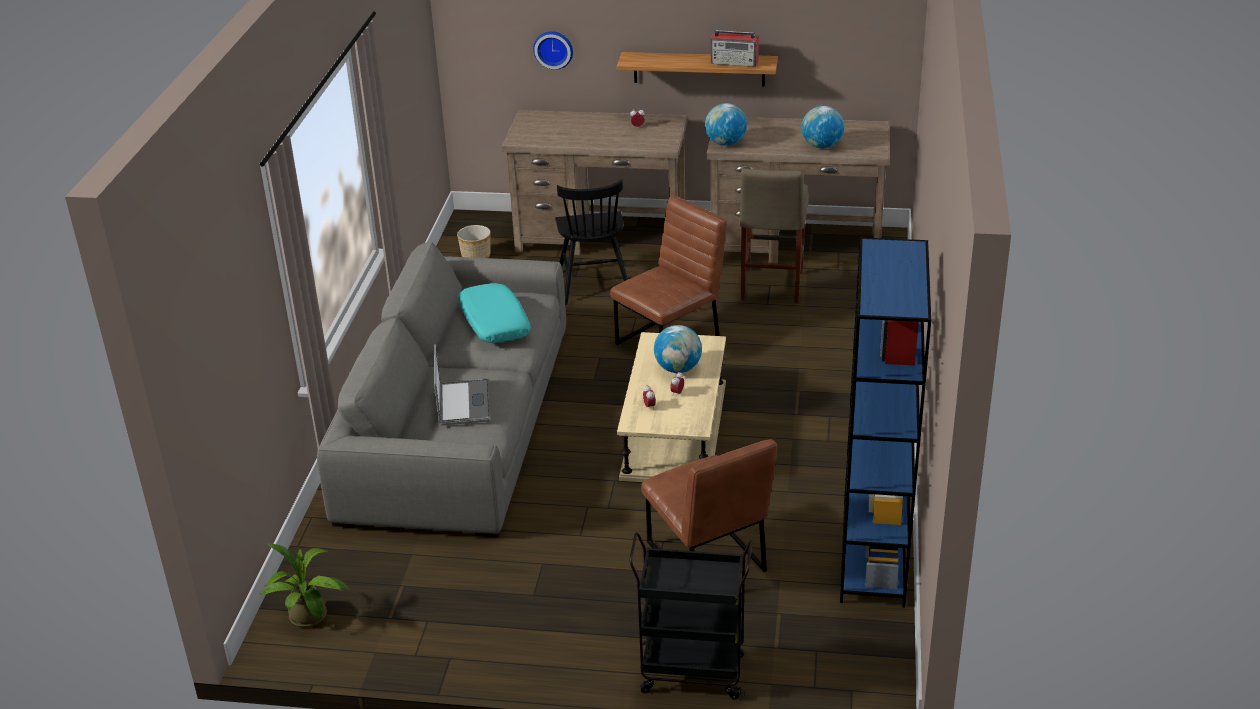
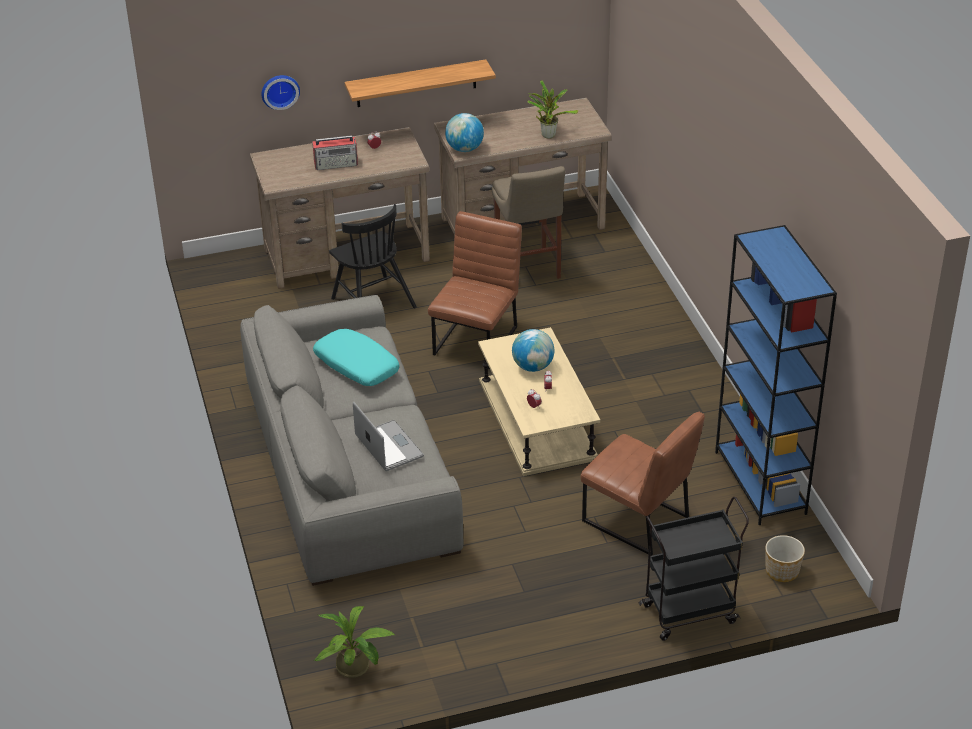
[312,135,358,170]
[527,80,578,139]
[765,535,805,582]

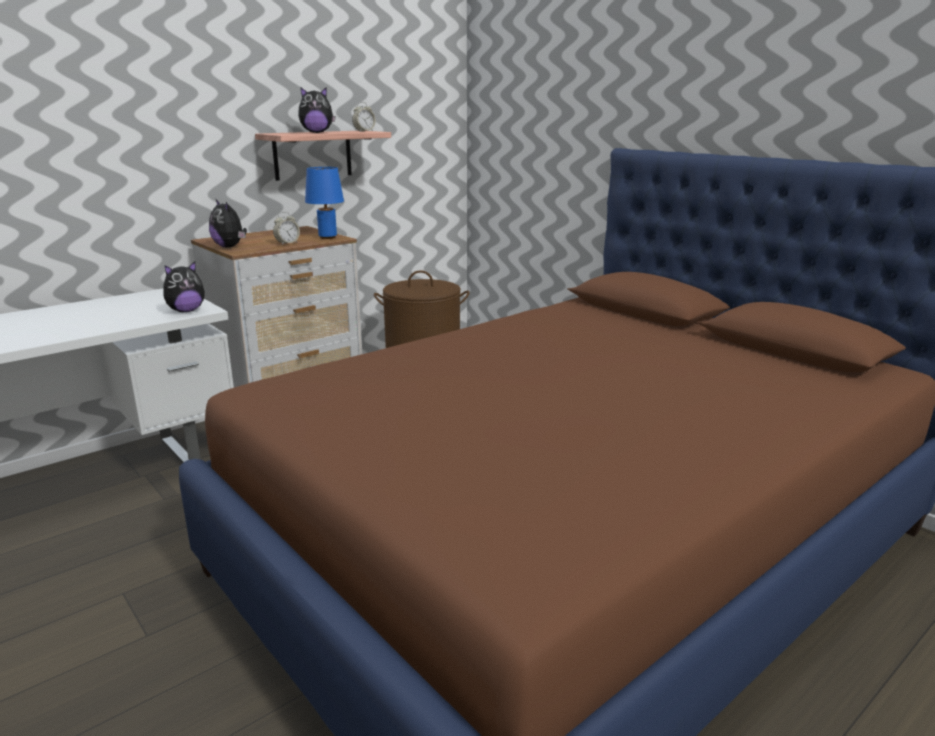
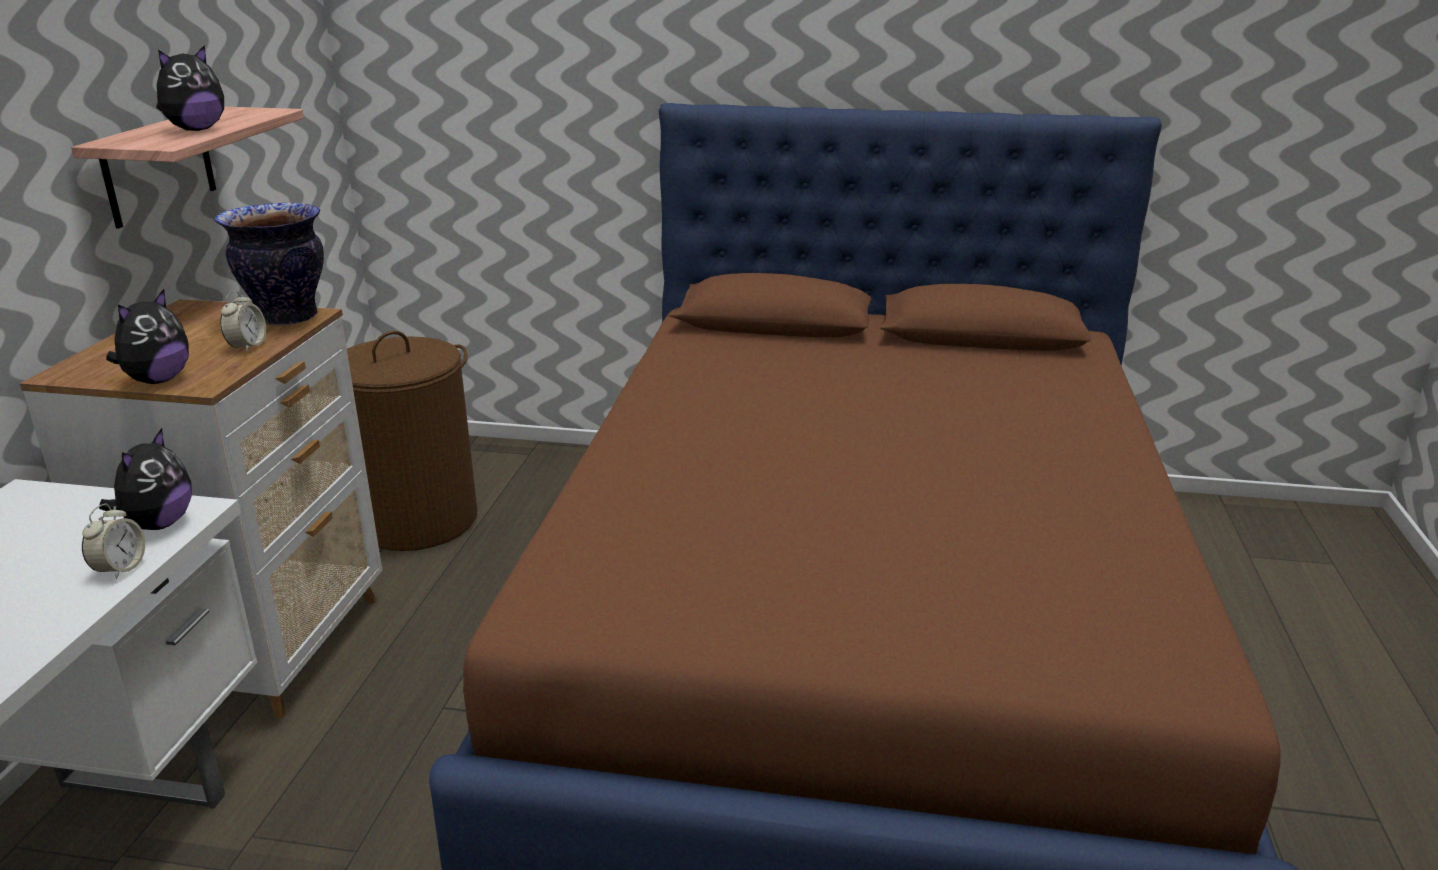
[82,503,145,580]
[106,289,189,384]
[214,203,324,326]

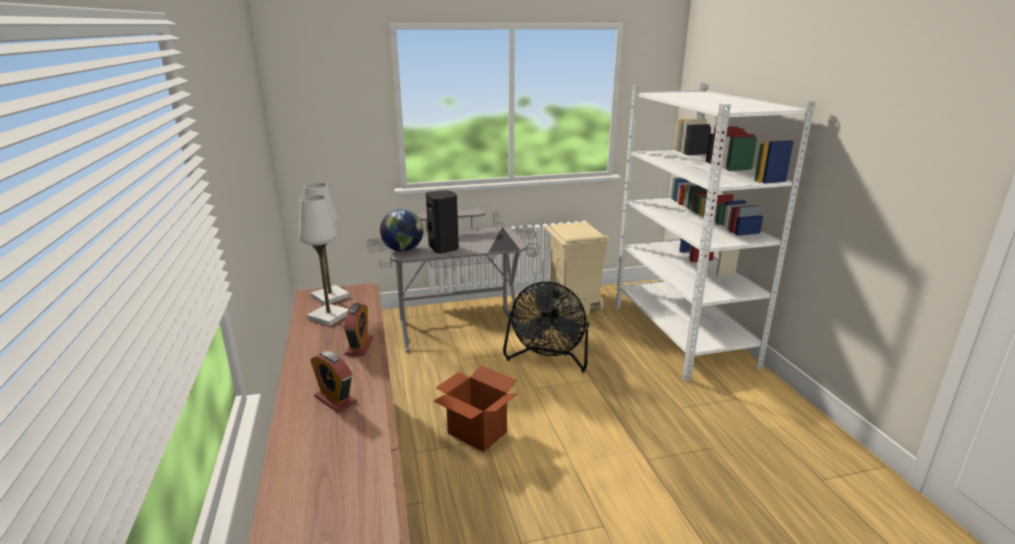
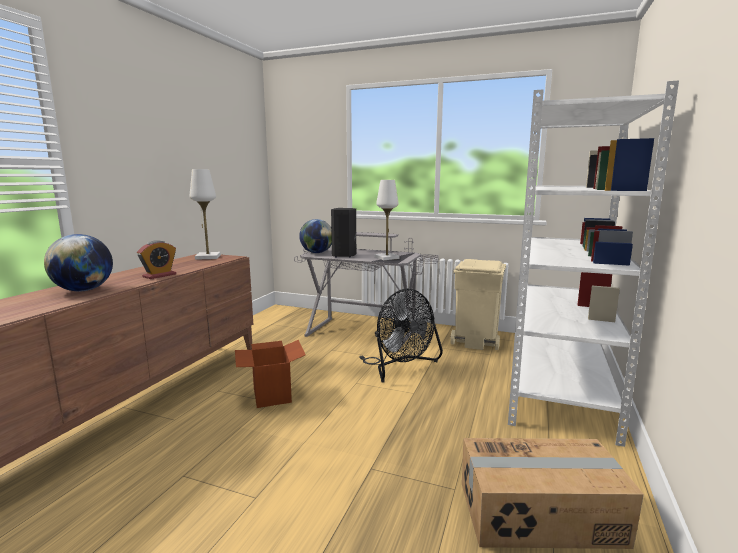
[44,234,113,291]
[360,289,443,383]
[375,180,400,260]
[462,438,644,549]

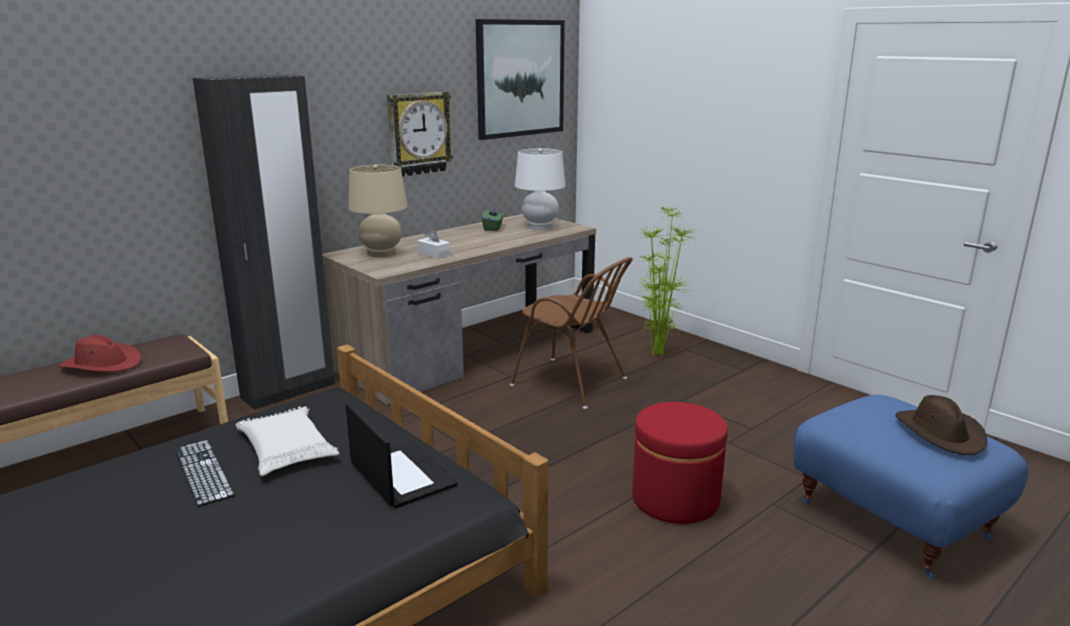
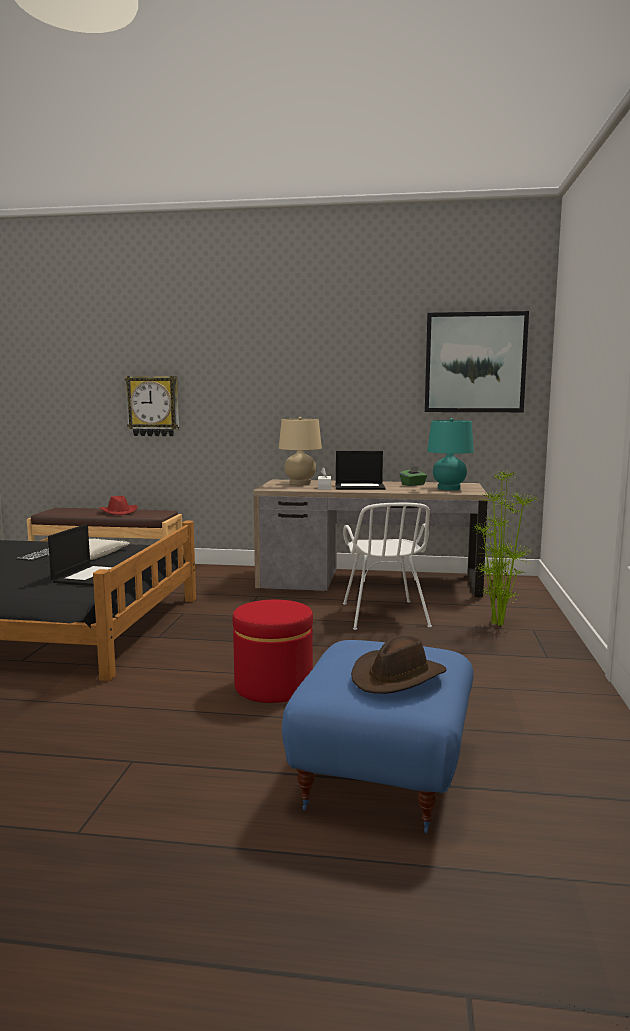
[125,376,179,436]
[335,451,385,490]
[343,502,432,630]
[427,418,474,490]
[193,74,335,410] (first image)

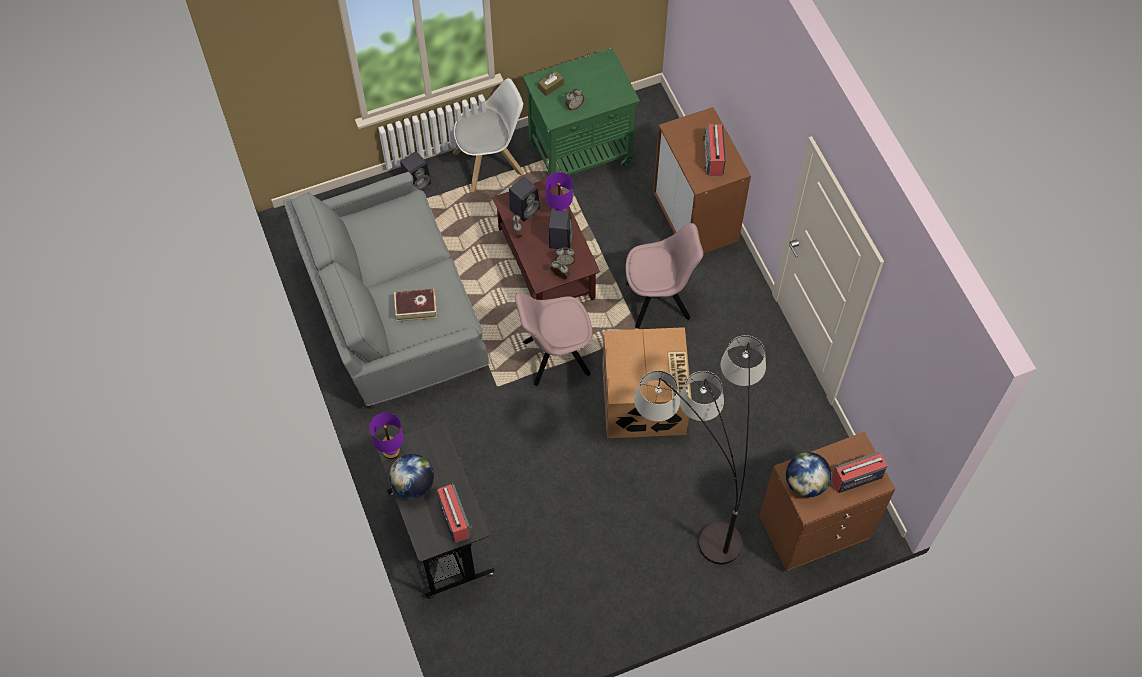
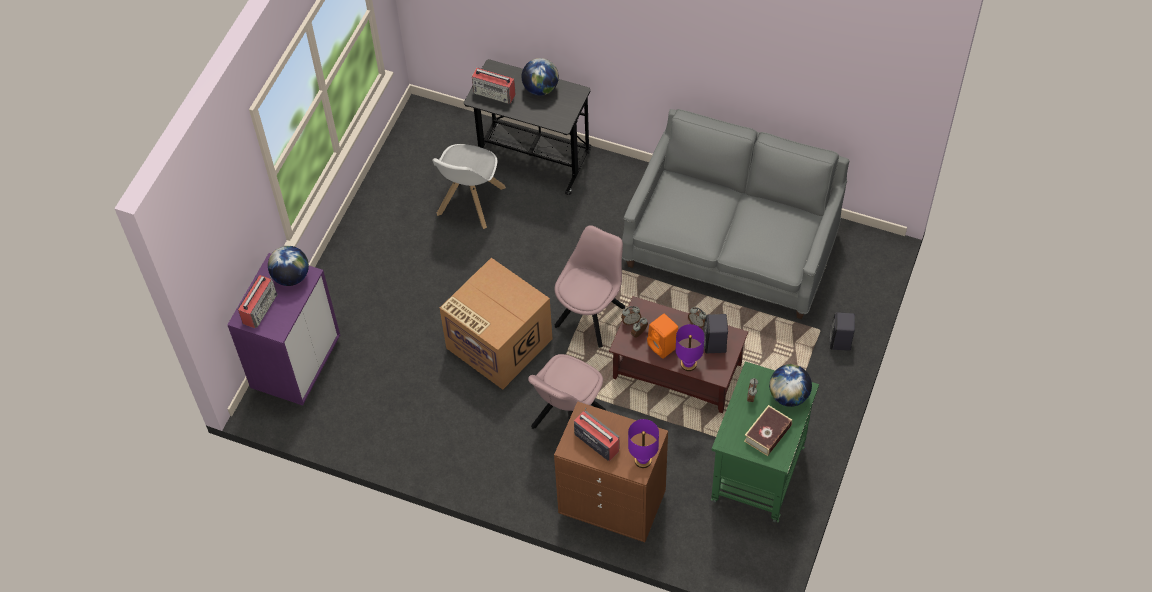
[227,253,340,406]
[432,144,506,229]
[628,419,659,468]
[647,314,678,359]
[744,405,792,456]
[769,364,812,407]
[634,335,766,564] (first image)

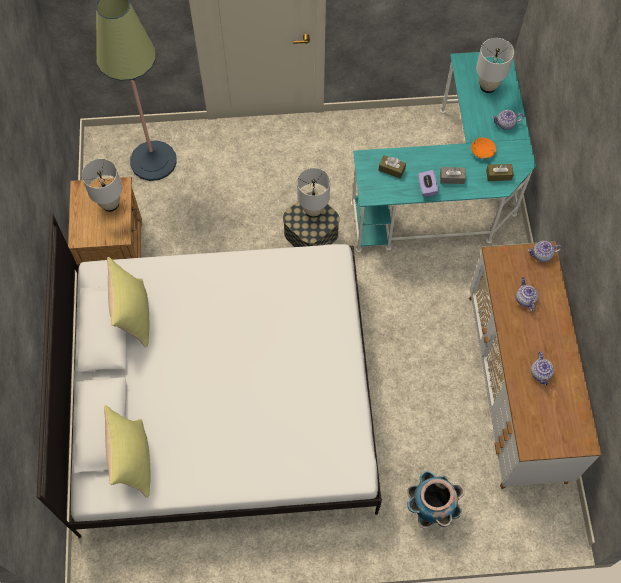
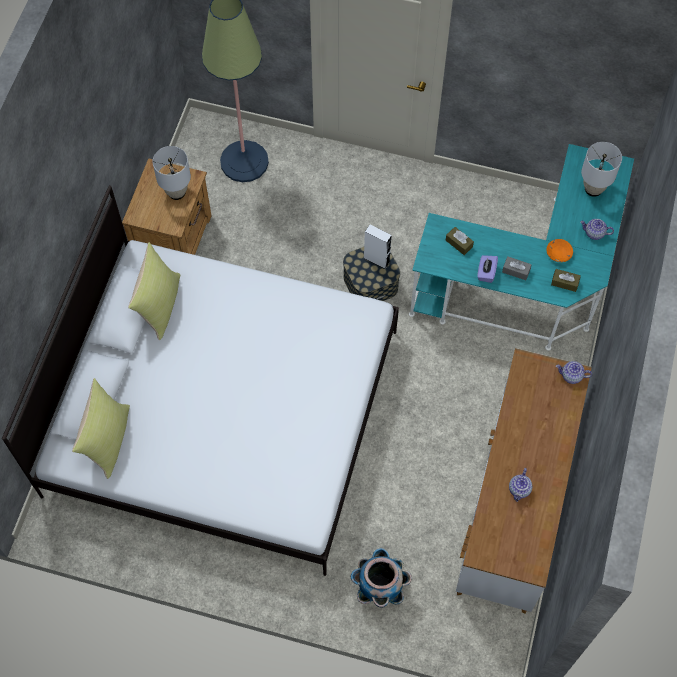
[363,225,392,269]
[516,277,538,312] (first image)

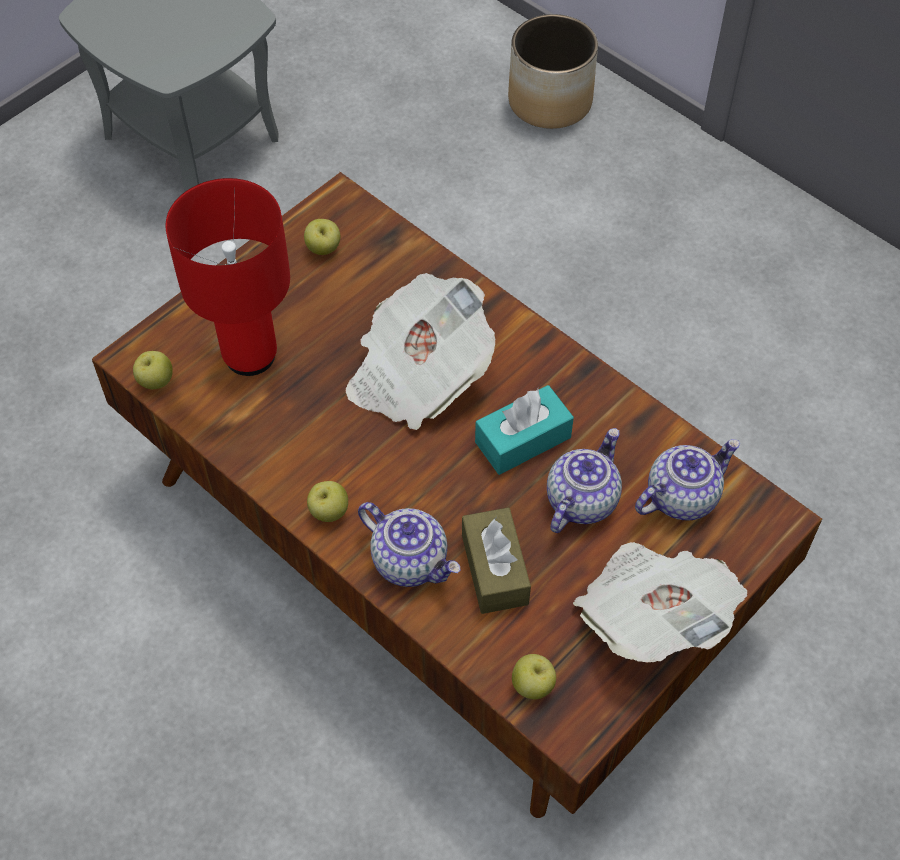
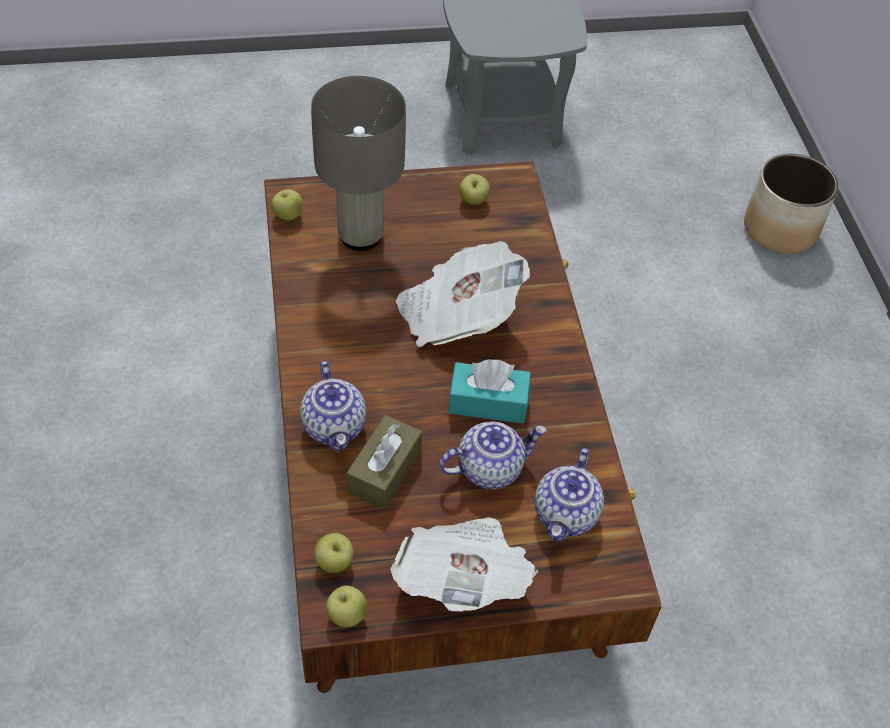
[311,76,406,251]
[326,585,367,627]
[535,448,604,541]

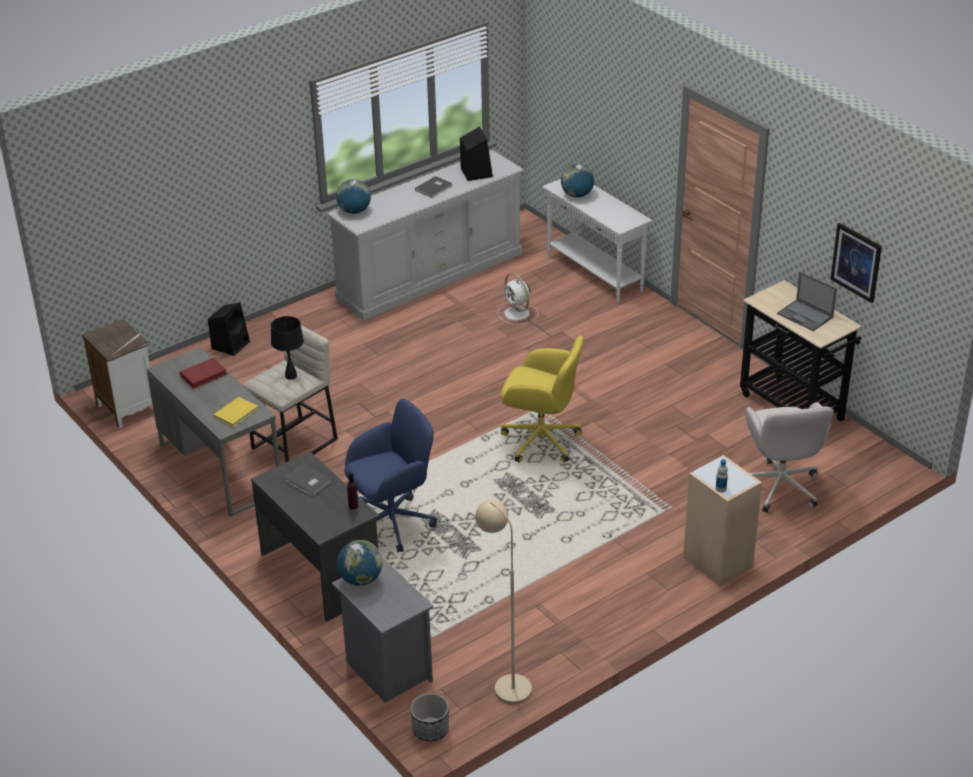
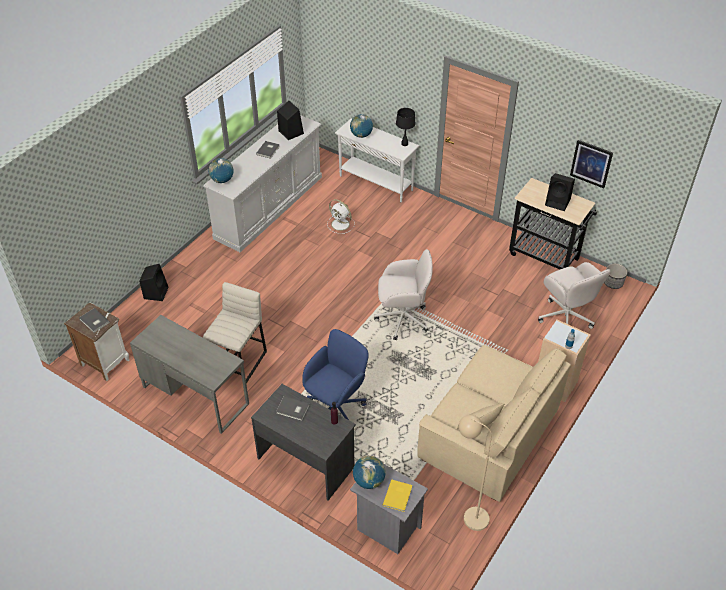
[79,308,110,333]
[374,249,433,340]
[383,479,412,512]
[396,108,416,146]
[417,345,571,502]
[545,173,575,211]
[604,264,627,289]
[180,358,228,389] (first image)

